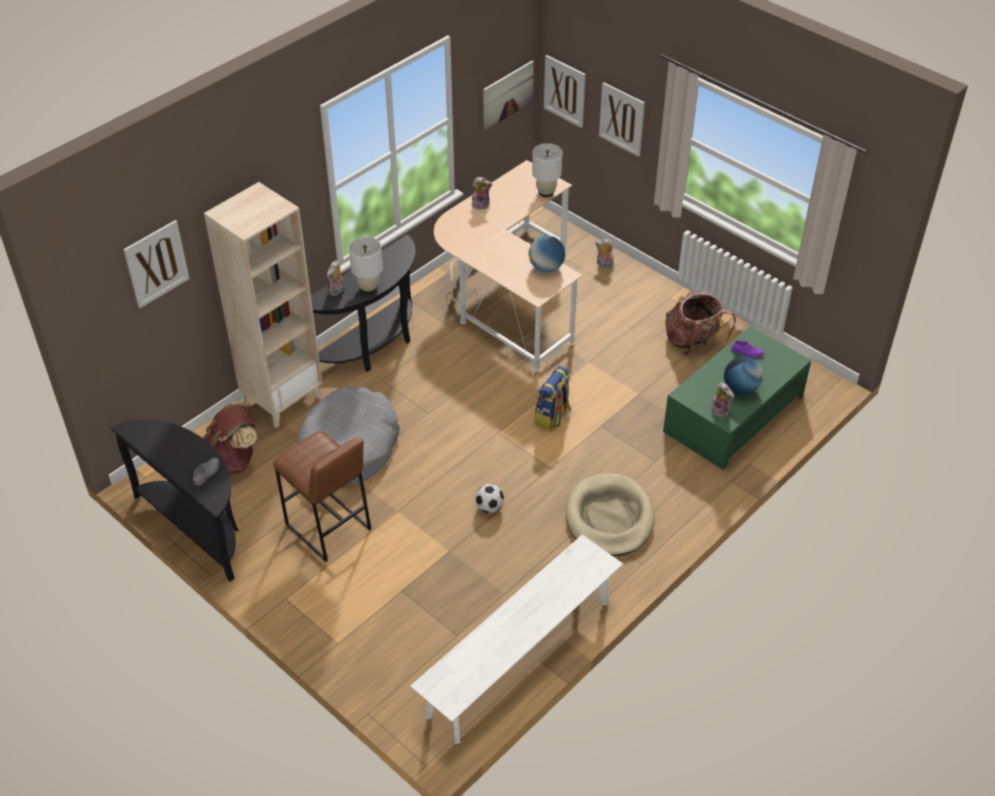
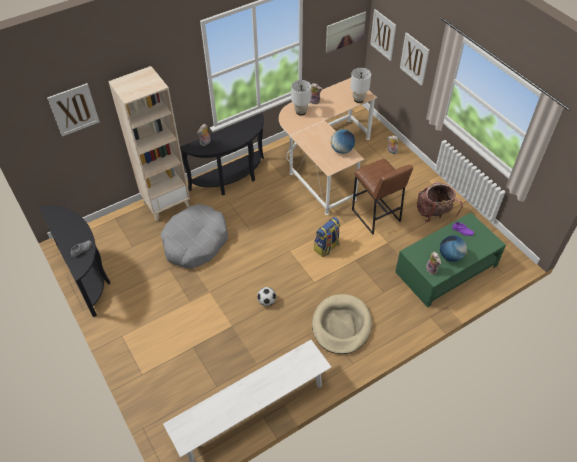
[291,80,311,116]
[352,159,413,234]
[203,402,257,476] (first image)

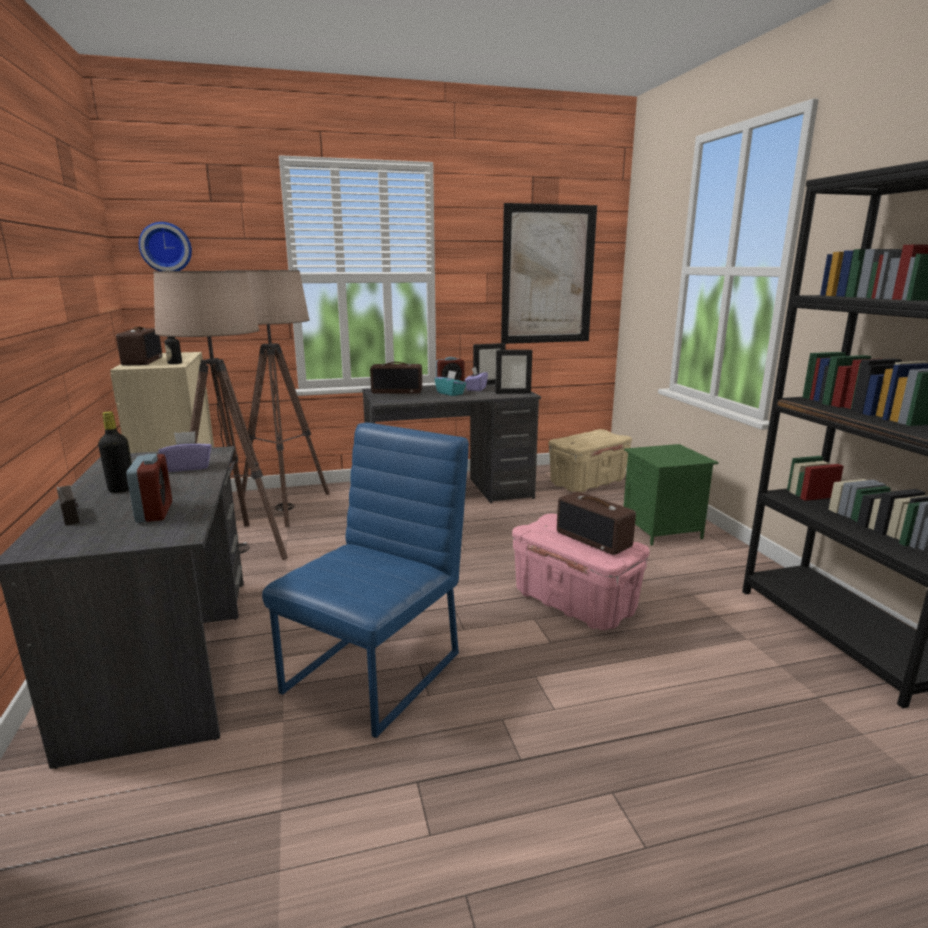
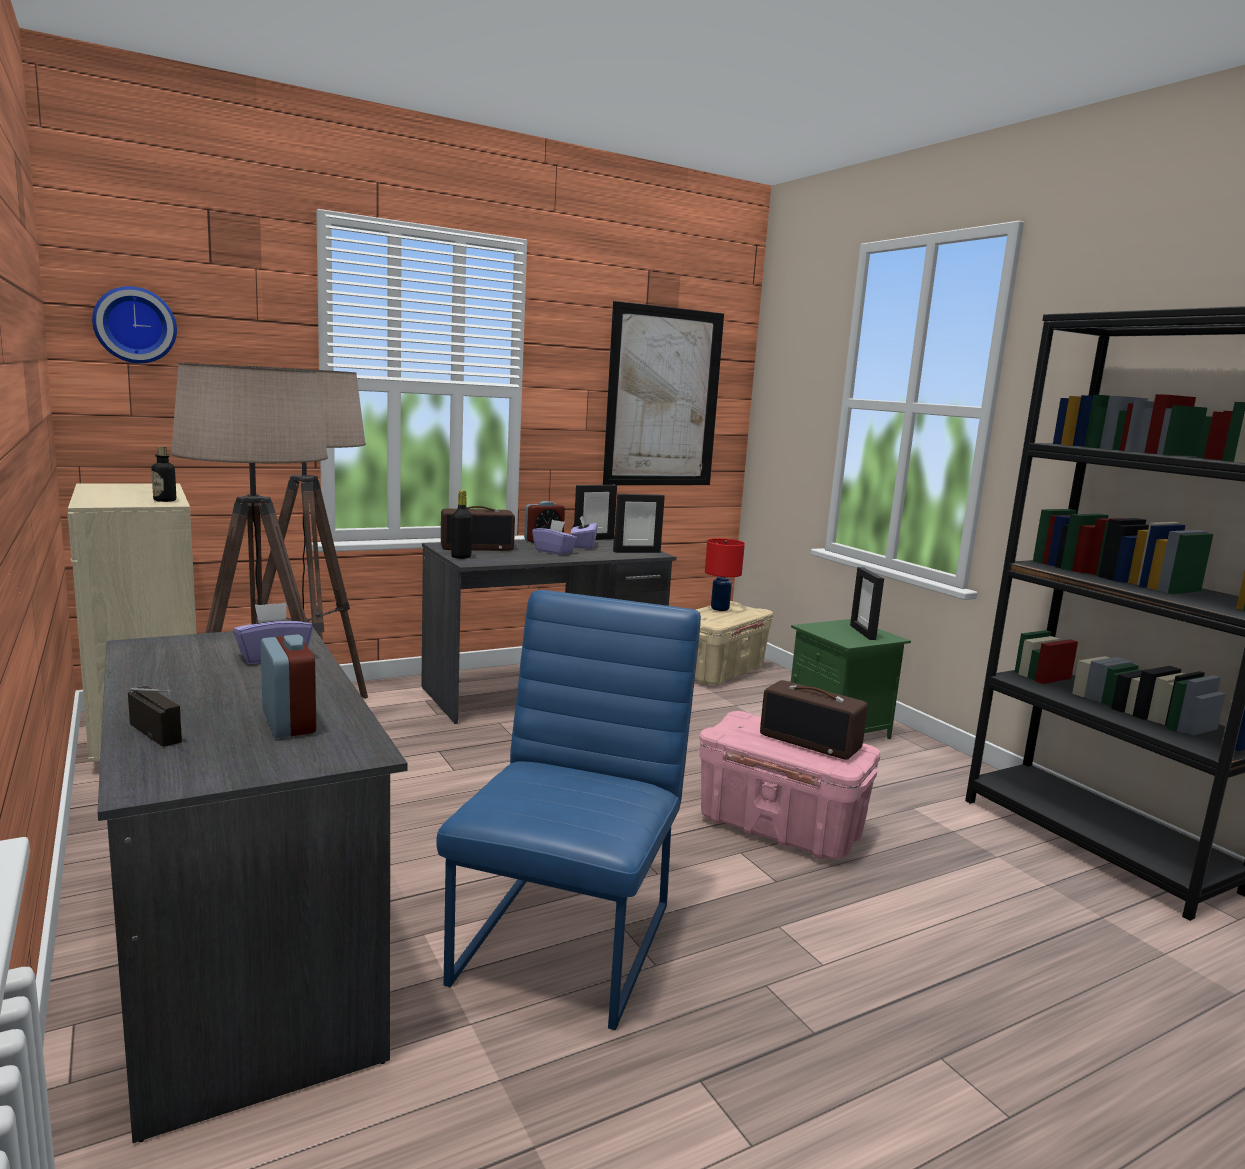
[451,490,473,559]
[532,520,578,555]
[705,538,745,611]
[850,567,884,640]
[116,327,162,366] (first image)

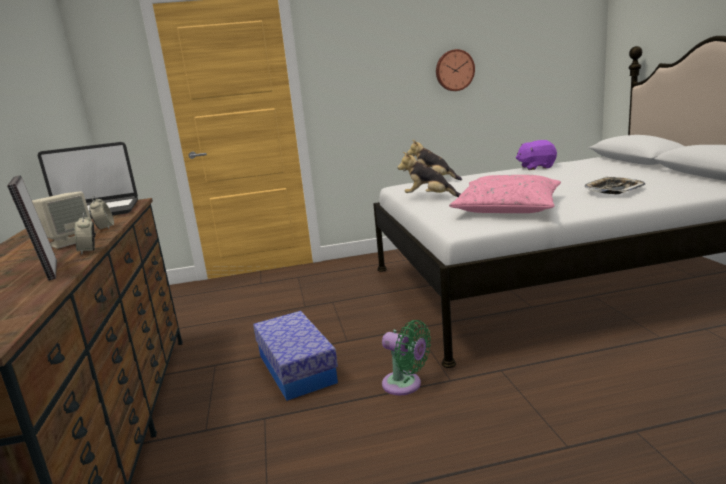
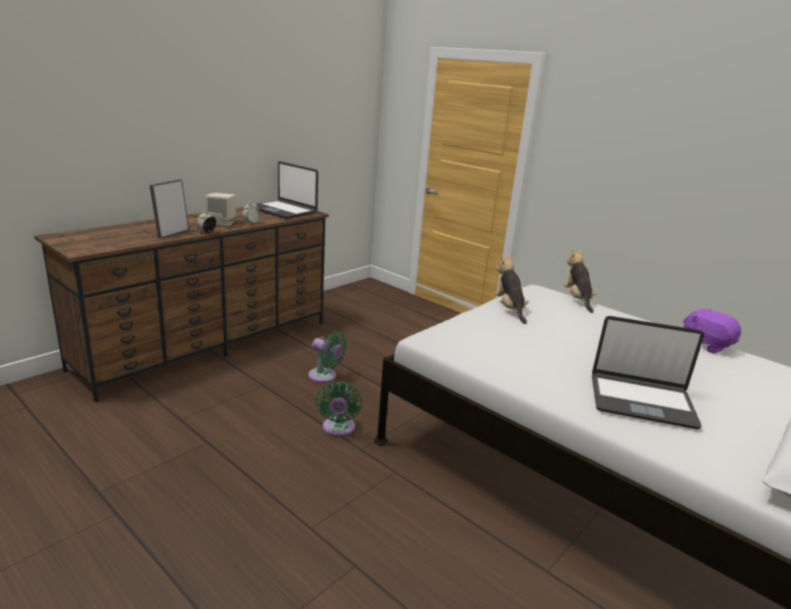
[308,331,347,383]
[592,316,704,429]
[436,49,475,91] (first image)
[449,175,561,213] (first image)

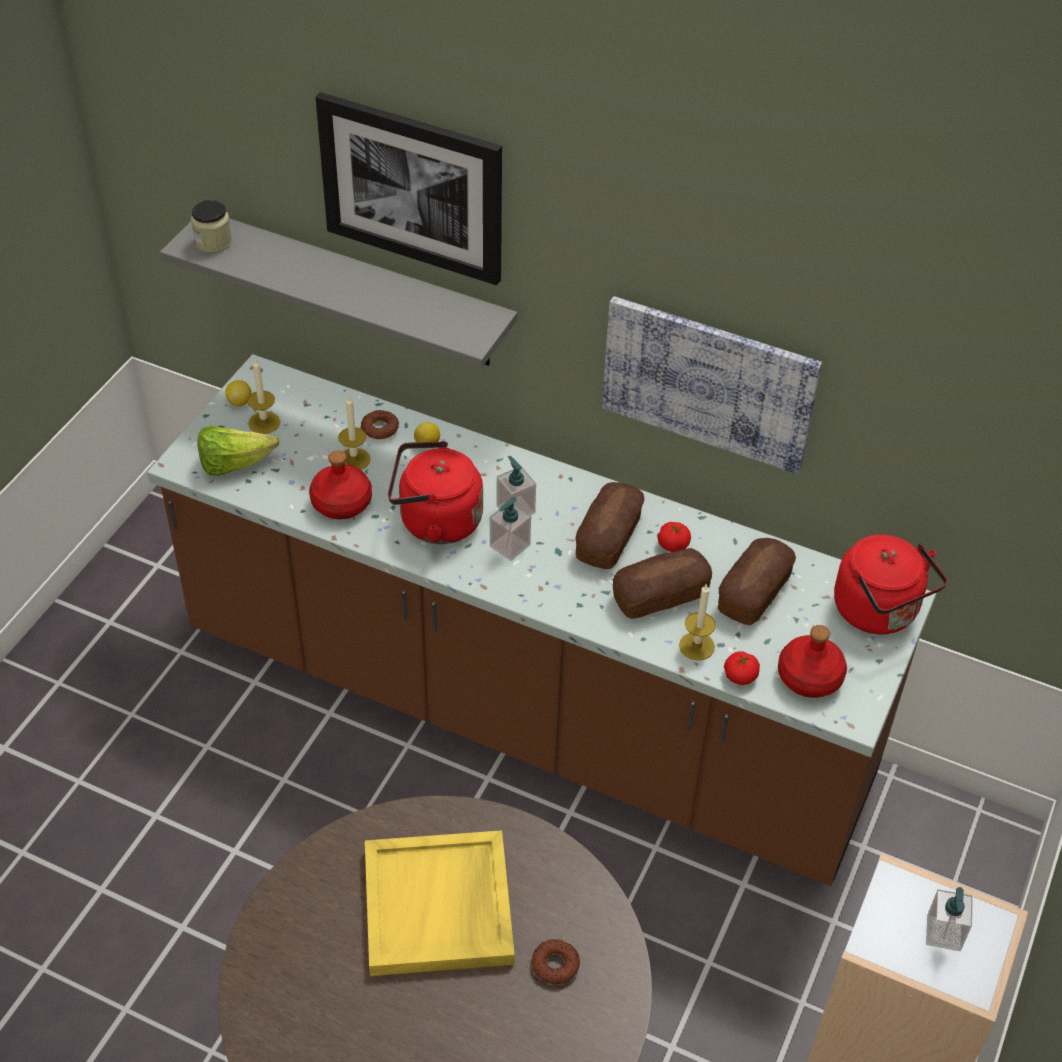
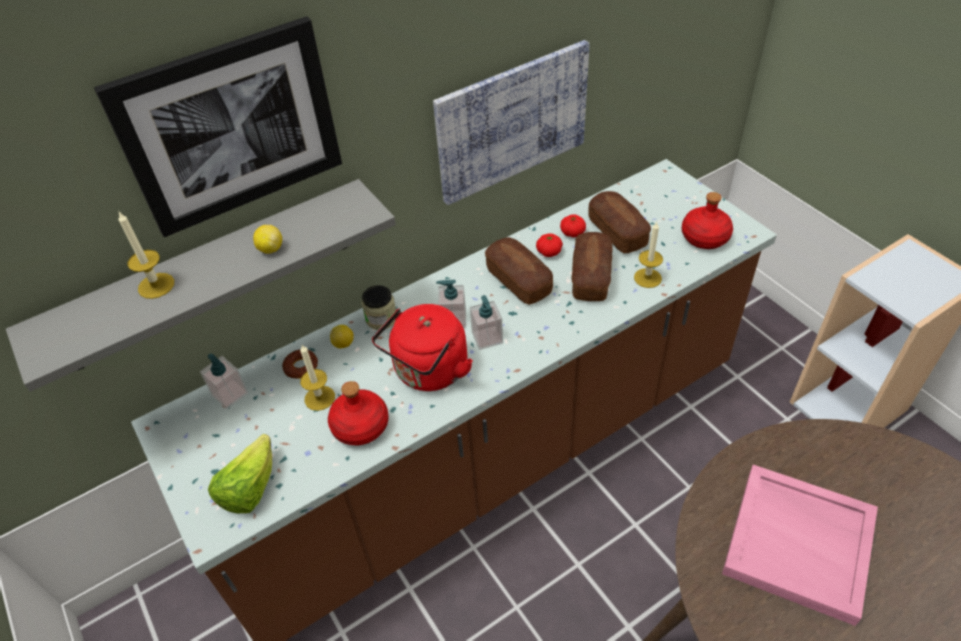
[118,212,174,299]
[200,354,248,409]
[253,225,282,254]
[362,285,396,330]
[560,214,586,237]
[722,465,878,626]
[531,939,580,985] (first image)
[834,534,948,634] (first image)

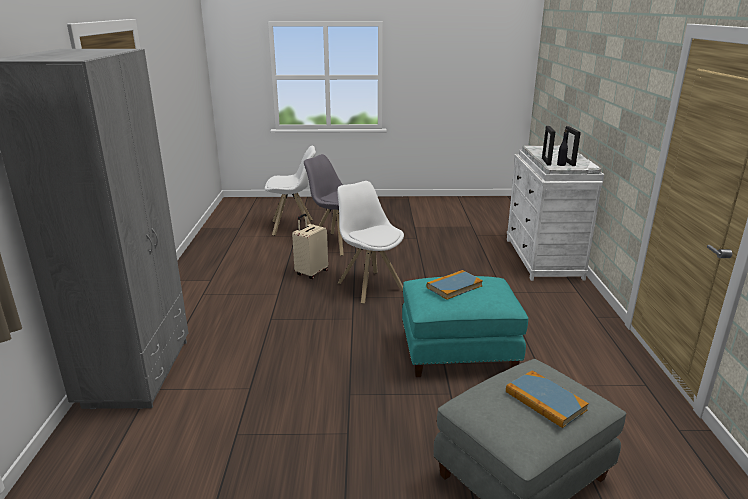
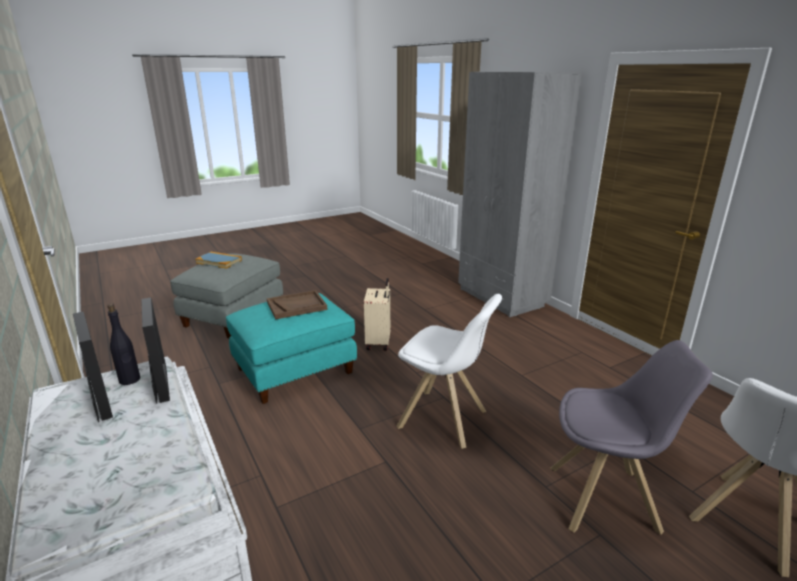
[267,290,327,319]
[364,278,390,351]

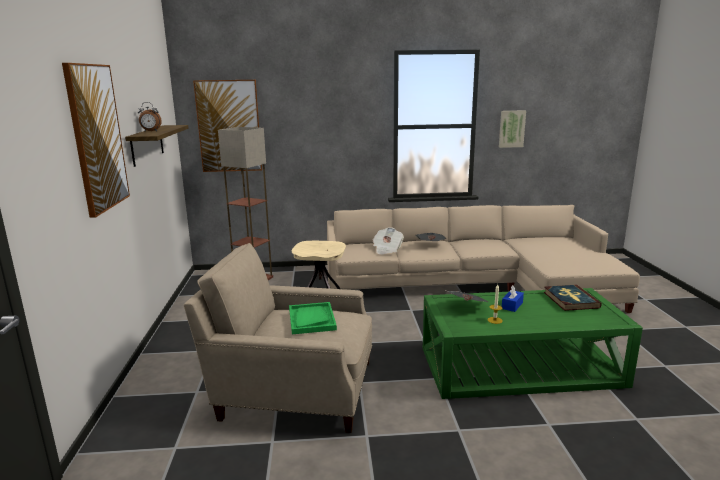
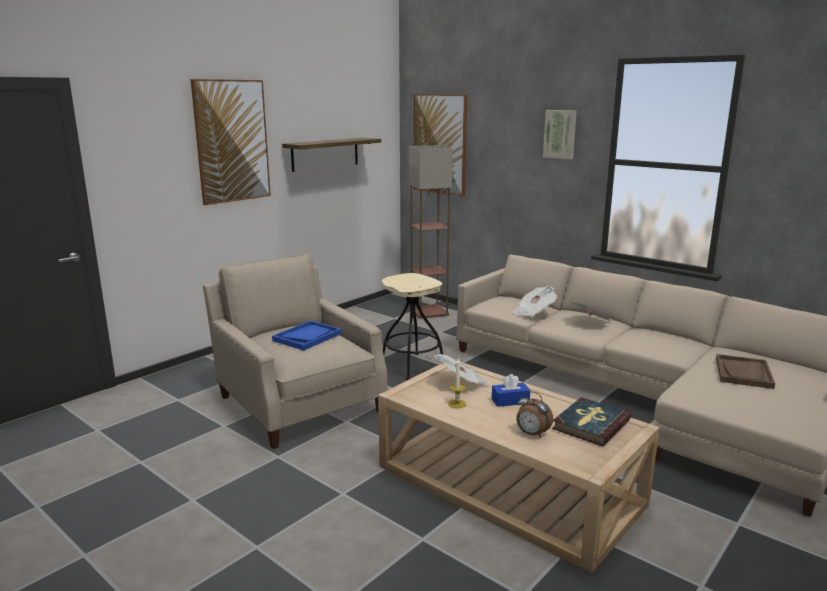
[272,320,342,351]
[378,362,659,573]
[516,391,553,438]
[543,110,577,159]
[716,354,775,389]

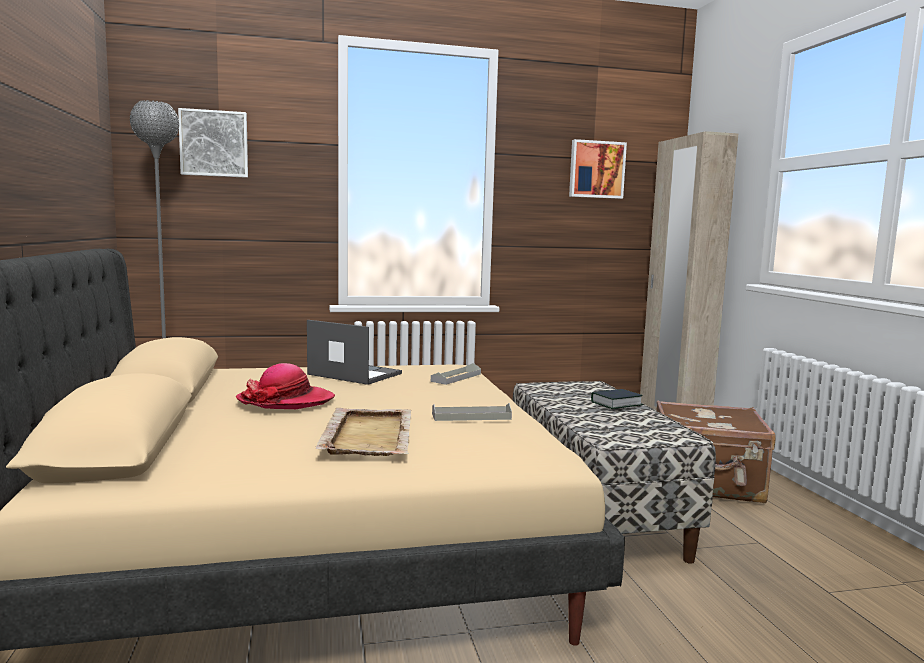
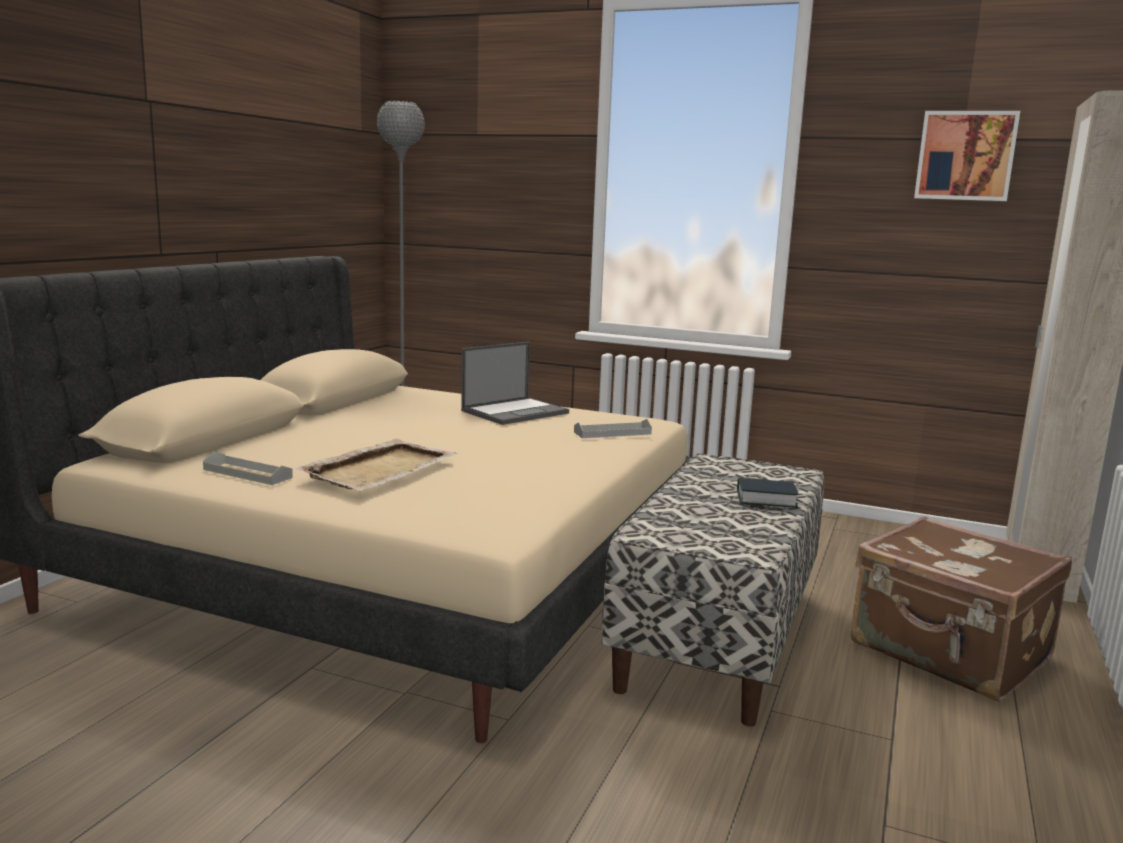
[203,451,293,485]
[461,342,569,425]
[178,108,248,178] (first image)
[236,363,335,409] (first image)

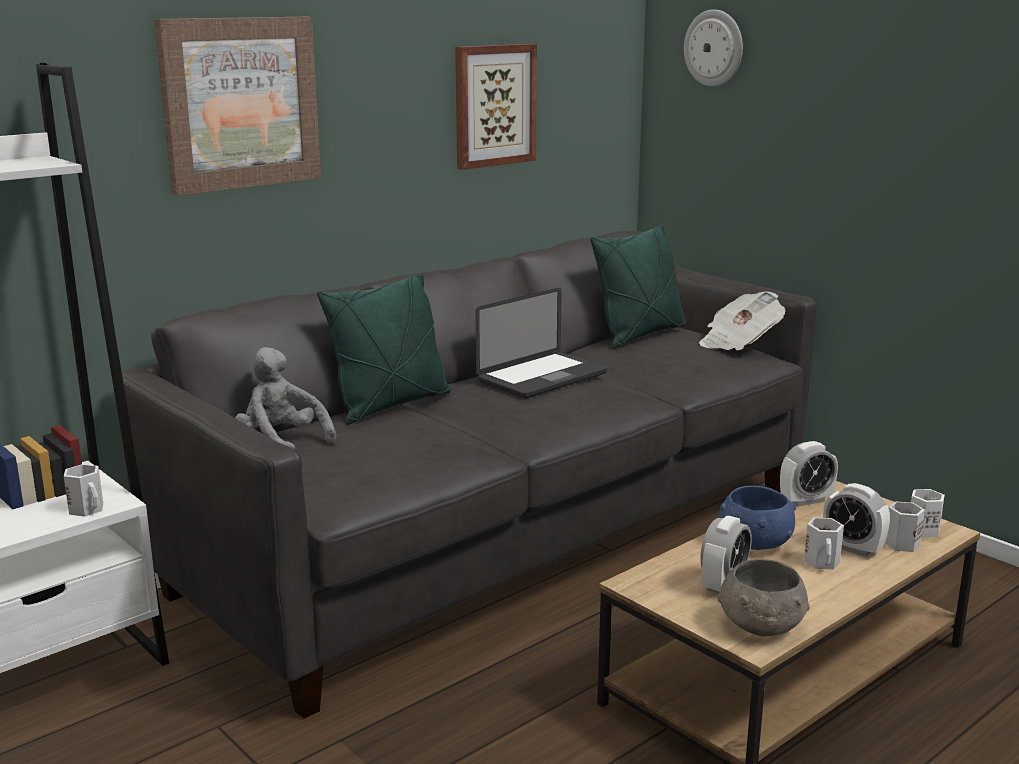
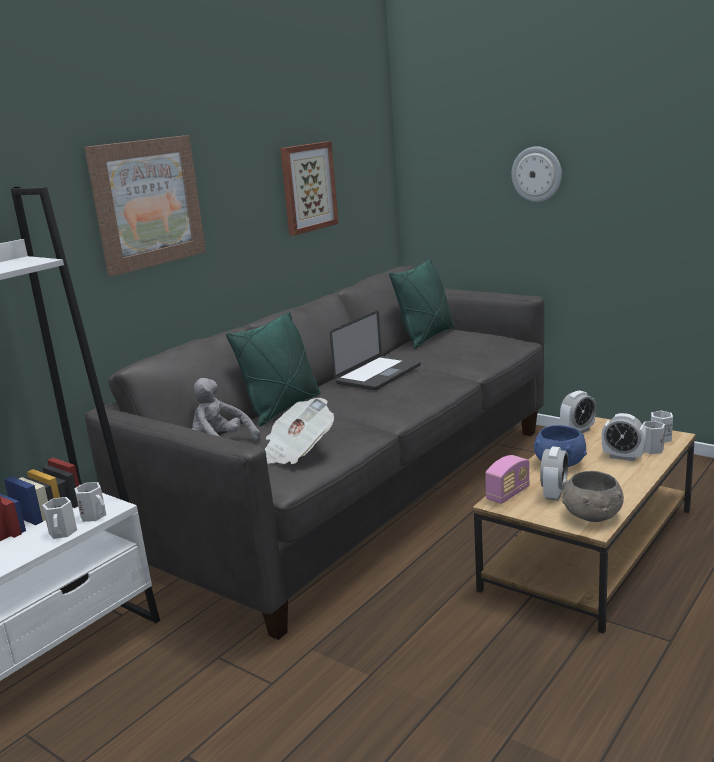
[42,497,77,539]
[265,398,334,464]
[485,455,530,504]
[511,146,562,202]

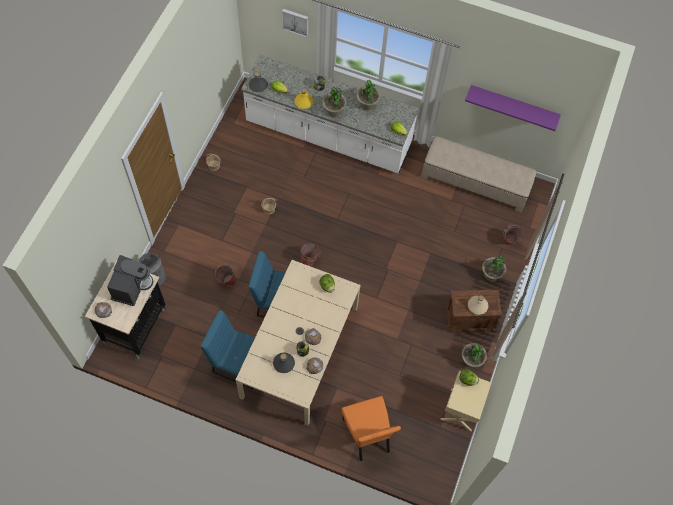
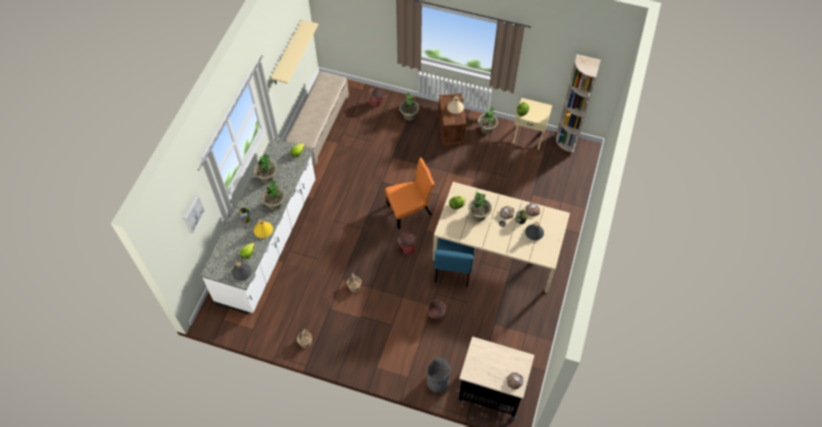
[271,20,318,84]
[385,158,434,230]
[468,192,492,221]
[556,54,601,153]
[107,255,153,306] (first image)
[201,310,258,389] (first image)

